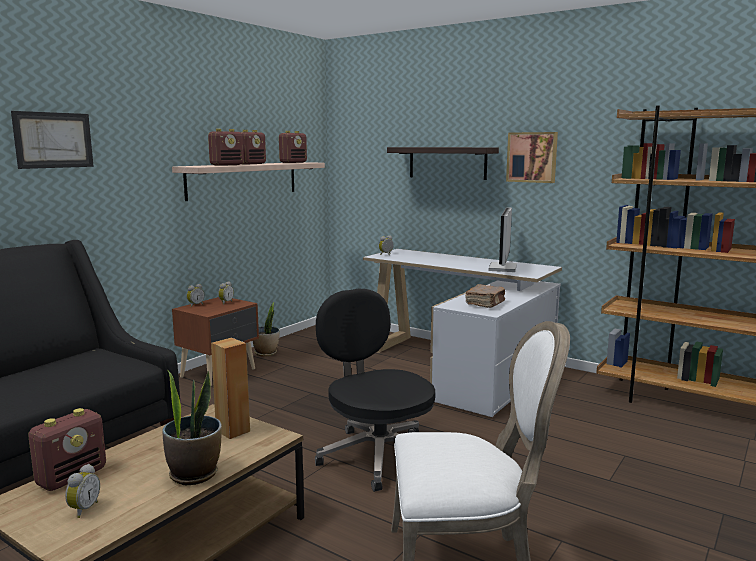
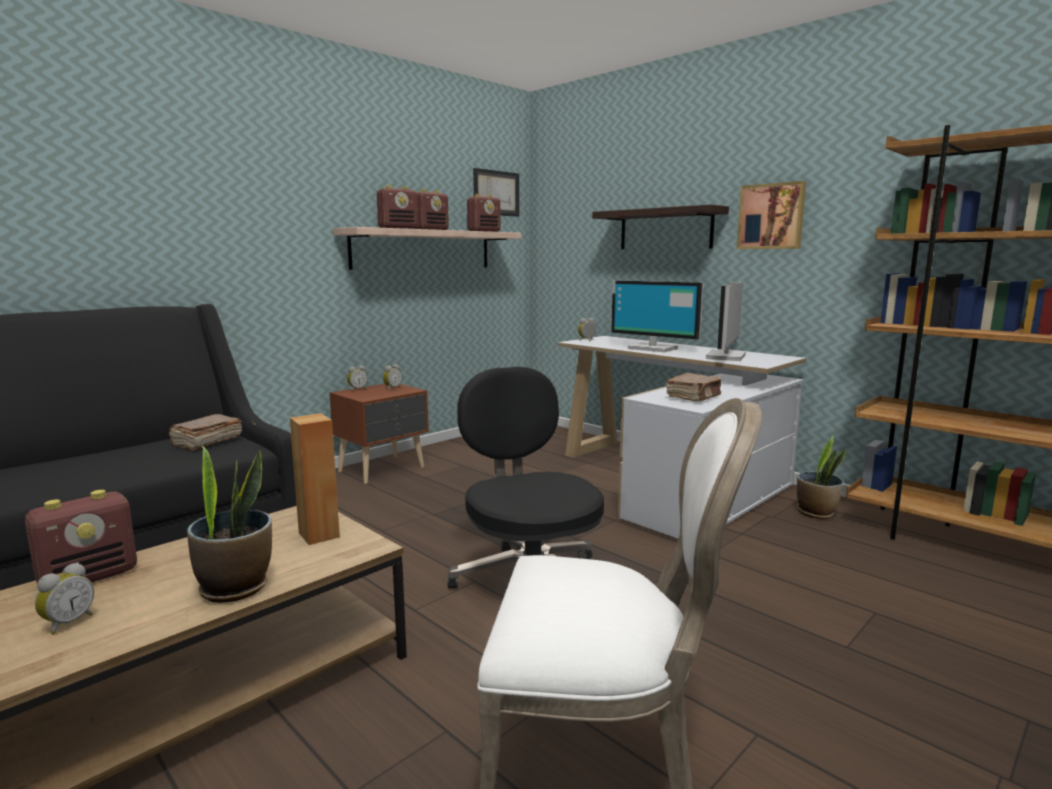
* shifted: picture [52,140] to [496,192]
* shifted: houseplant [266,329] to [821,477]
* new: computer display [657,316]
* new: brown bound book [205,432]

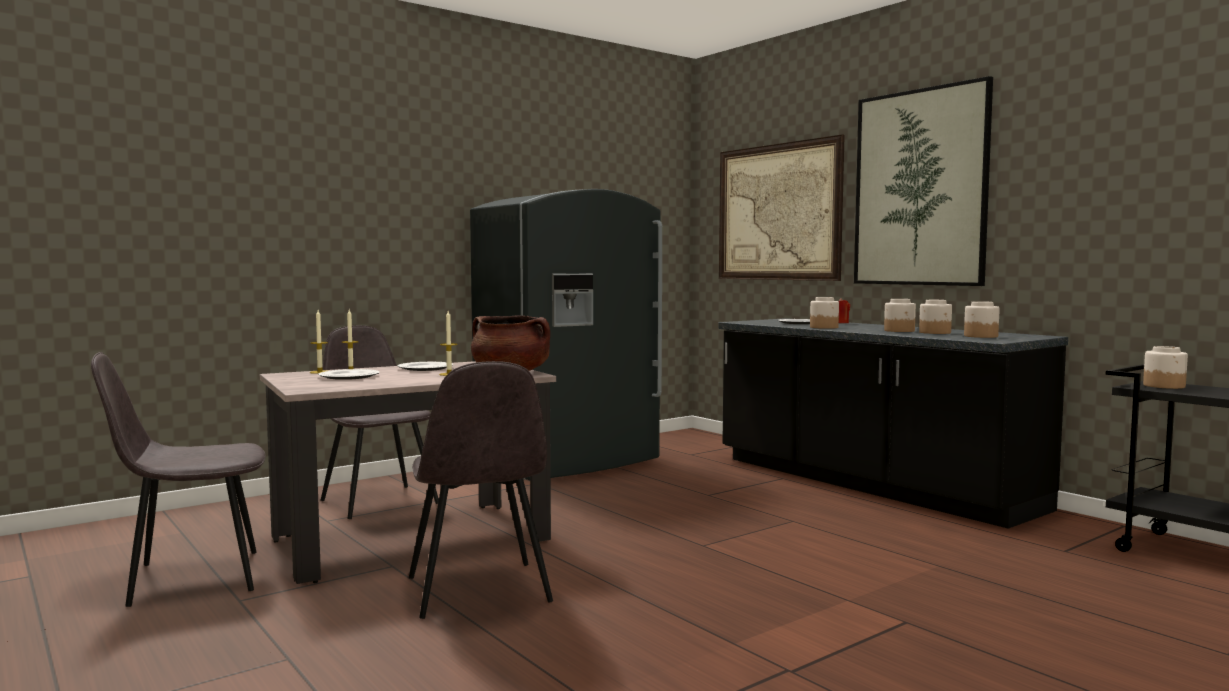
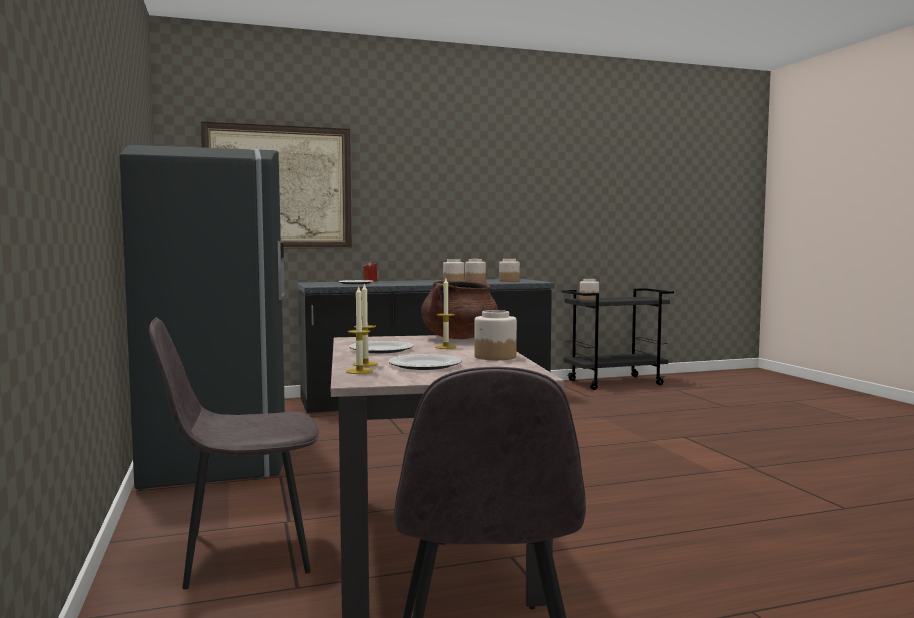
* gone: picture [923,181]
* shifted: storage jar [824,313] to [495,335]
* gone: grey plain chair [481,490]

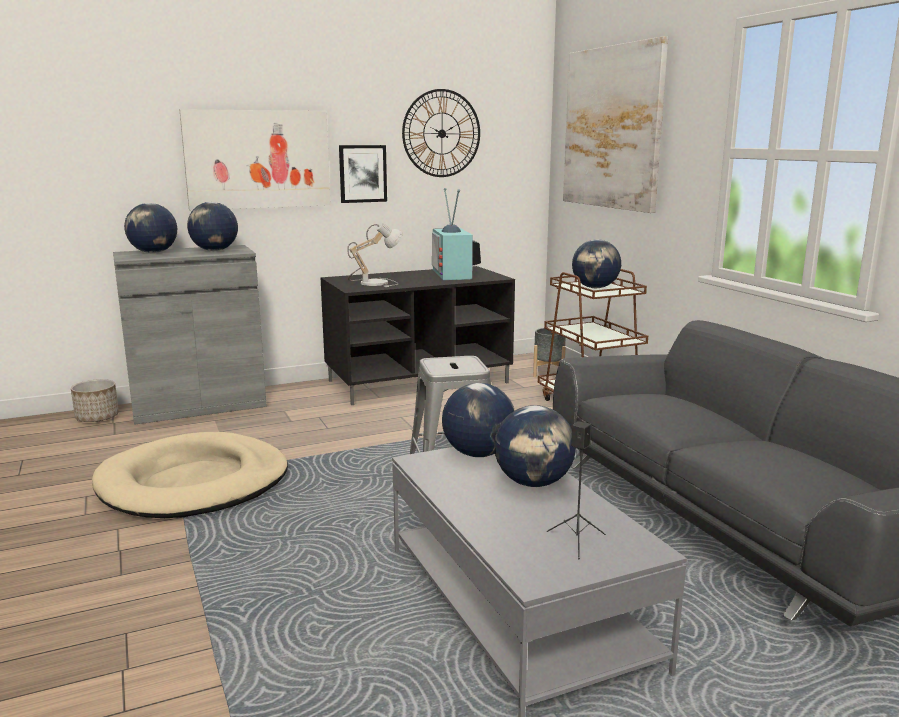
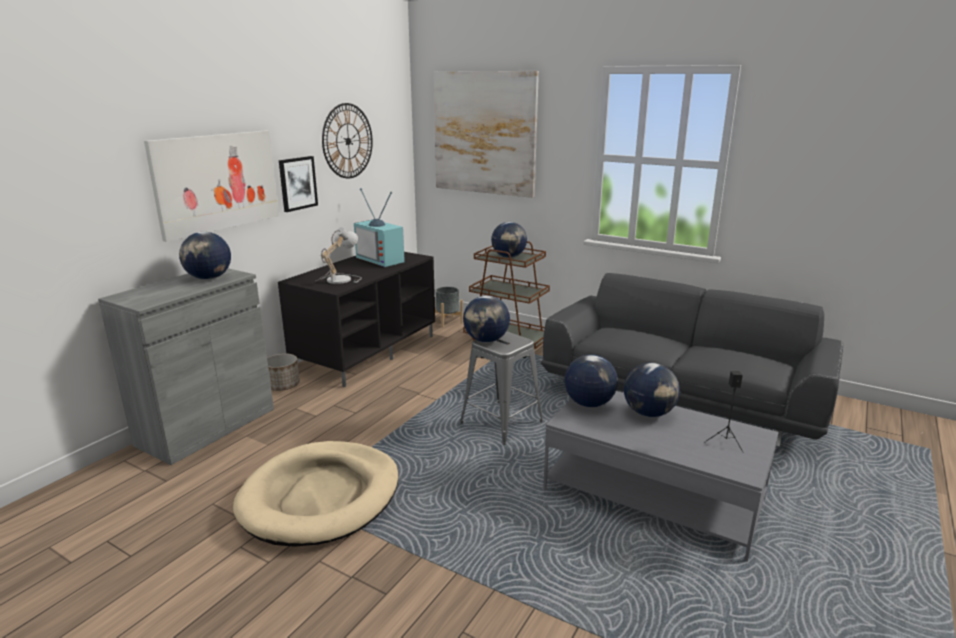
* shifted: world globe [150,228] to [486,318]
* shifted: planter [95,400] to [283,372]

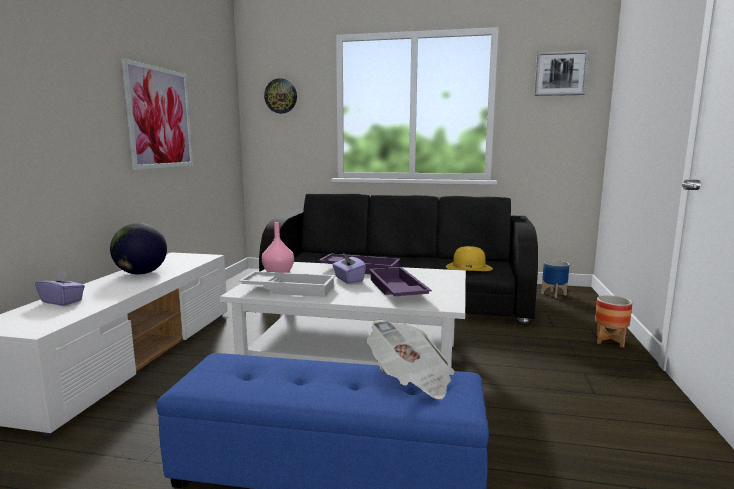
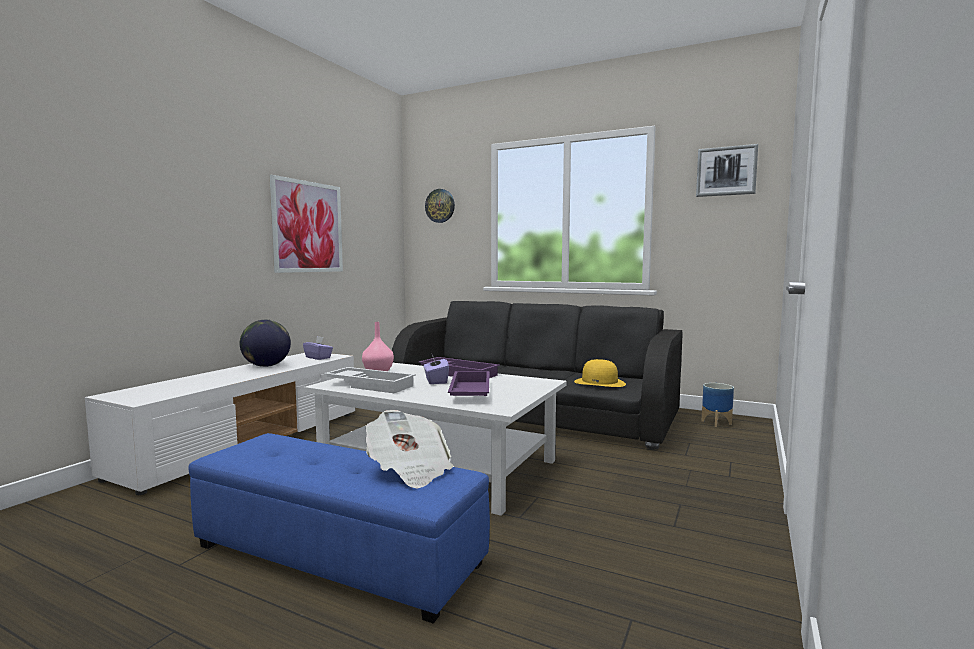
* shifted: purple-coloured box of tissues [60,288] to [318,348]
* gone: planter [613,321]

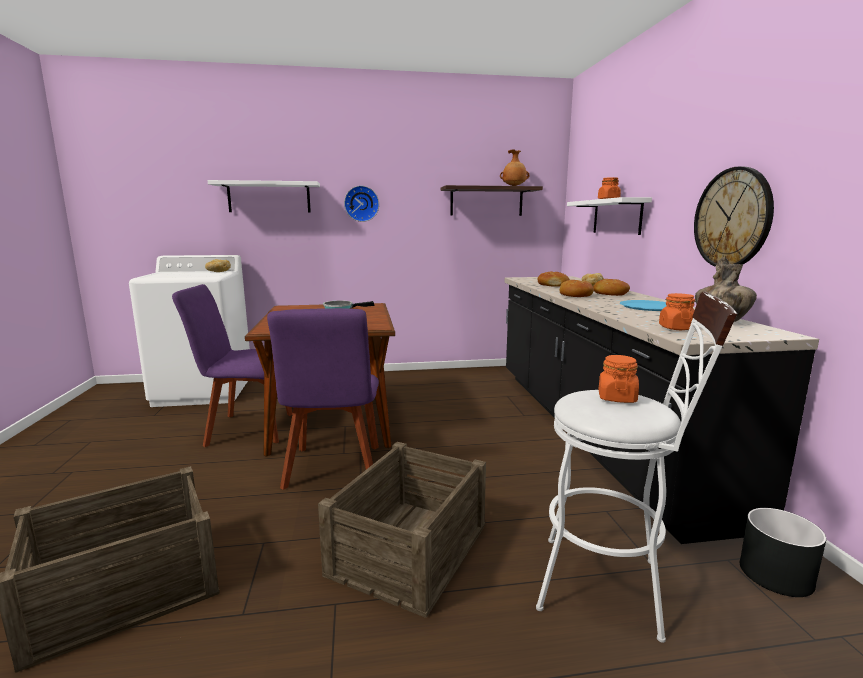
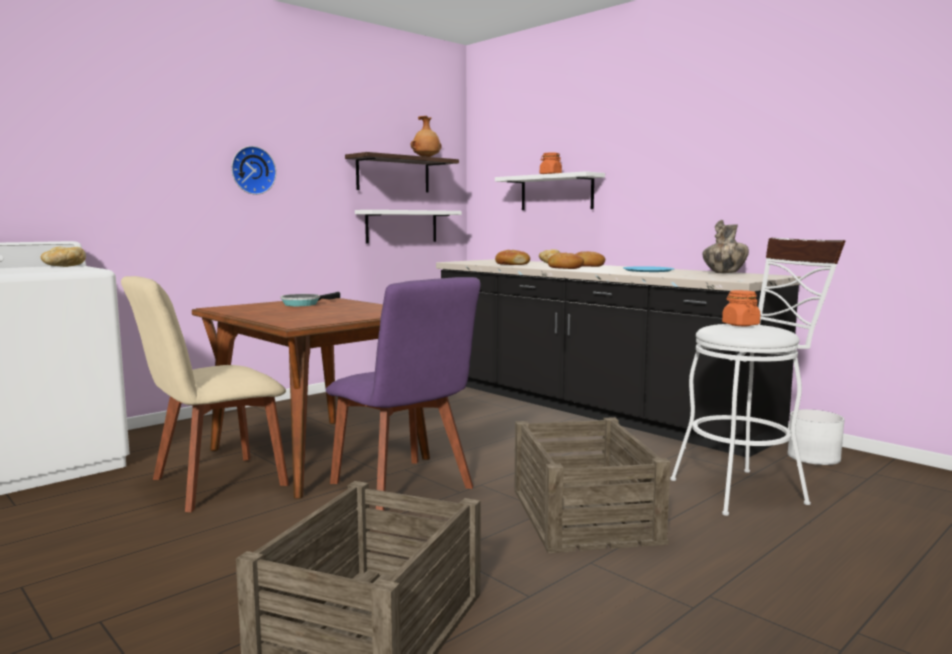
* gone: wall clock [734,217]
* shifted: white bracket shelf [264,196] to [408,227]
* repainted: purple-coloured plain chair [232,365] to beige-coloured plain chair [205,394]
* gone: orange storage jar [677,311]
* repainted: black-coloured planter [783,552] to white planter [816,437]

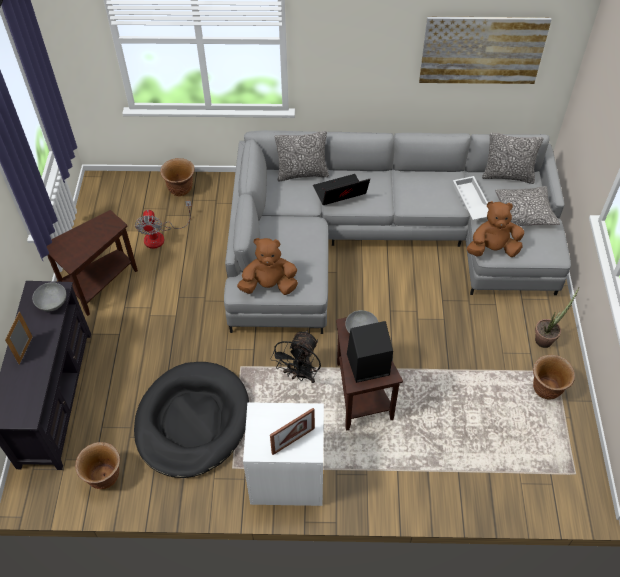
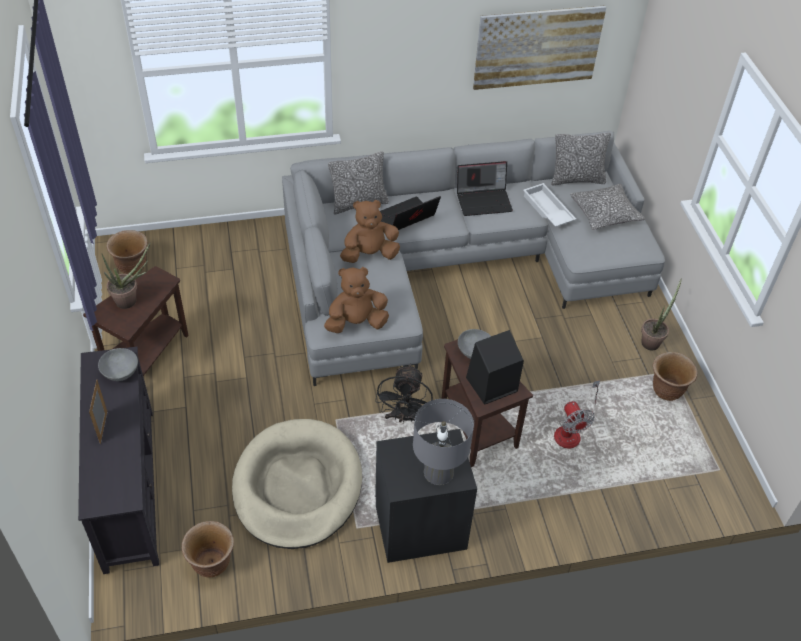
* shifted: brown planter [177,177] to [126,252]
* shifted: cooling fan [163,225] to [577,414]
* shifted: brown soft toy [495,229] to [370,231]
* repainted: black-coloured dog bed [191,420] to beige-coloured dog bed [297,484]
* repainted: white bedside table [283,454] to black-coloured bedside table [426,496]
* swapped: picture frame [292,431] to grey lamp for a table [443,442]
* new: laptop [485,188]
* new: houseplant [126,276]

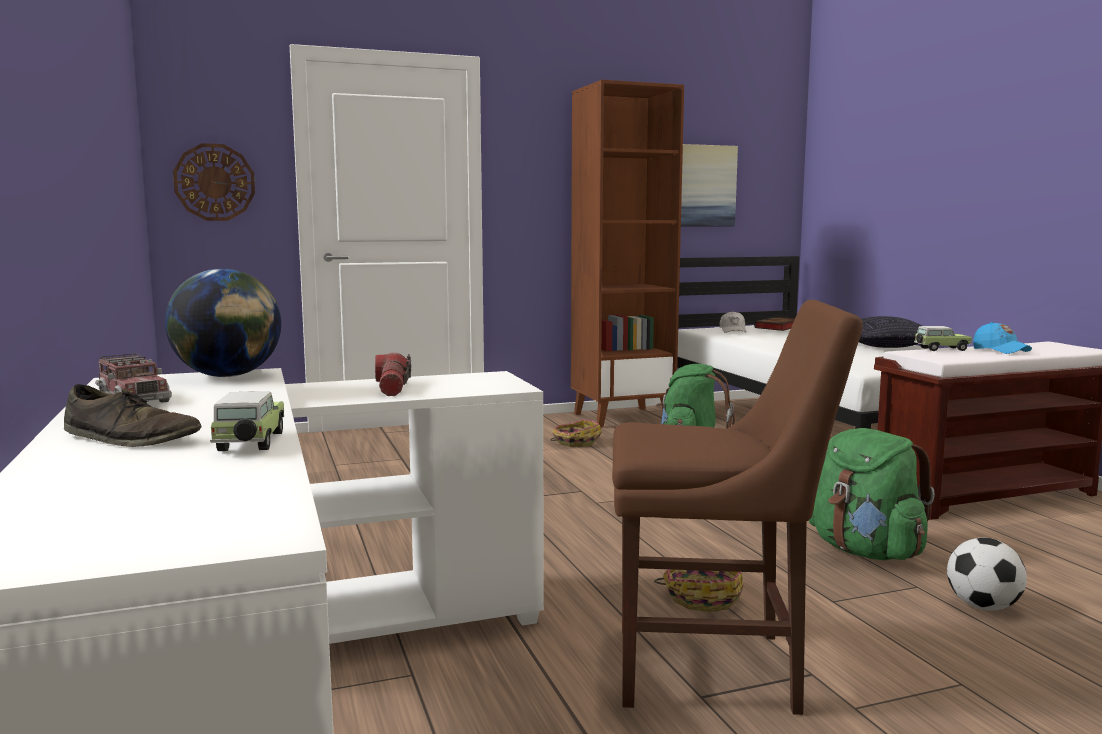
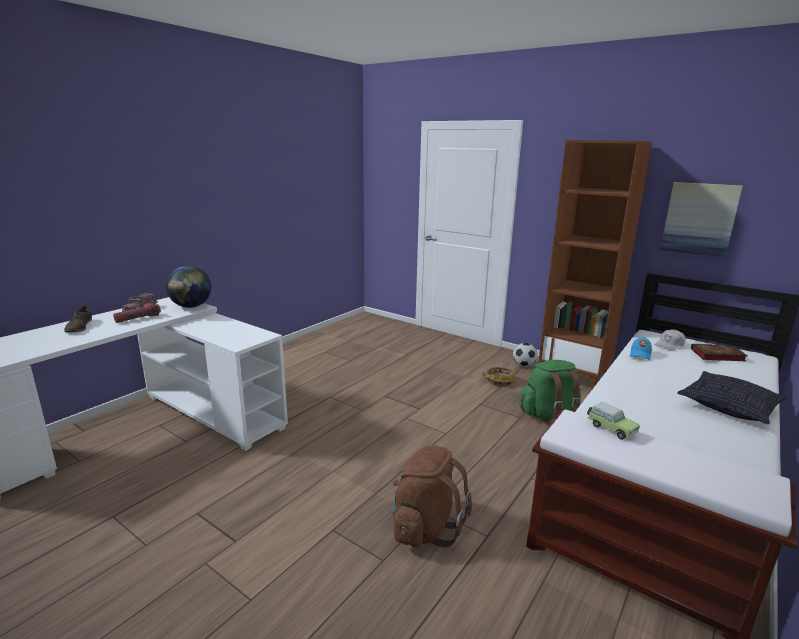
* gone: wall clock [214,182]
* gone: brown plain chair [737,507]
* shifted: bluish cap [1002,338] to [641,348]
* shifted: hand torch [393,374] to [137,313]
* gone: toy car [247,421]
* repainted: green-coloured backpack [871,494] to brown backpack [432,496]
* shifted: football [987,574] to [525,355]
* gone: basket [698,590]

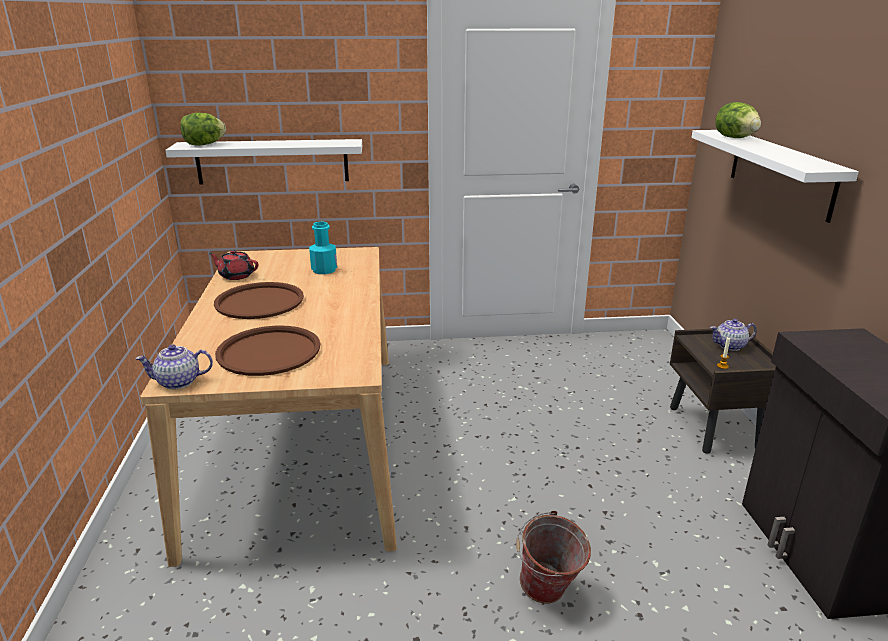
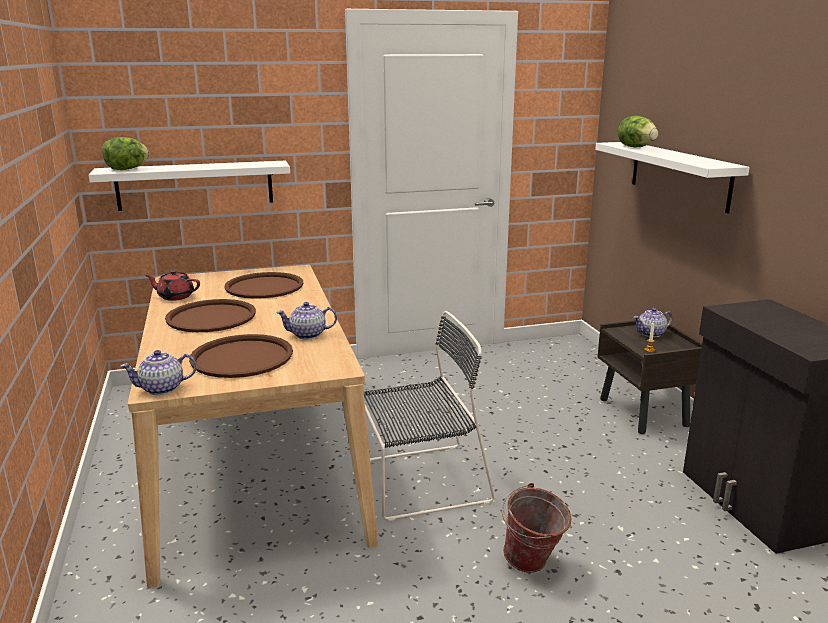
* swapped: turquoise-coloured bottle [323,248] to brown tray [263,285]
* new: tea pot [306,321]
* new: black-coloured plain chair [429,416]

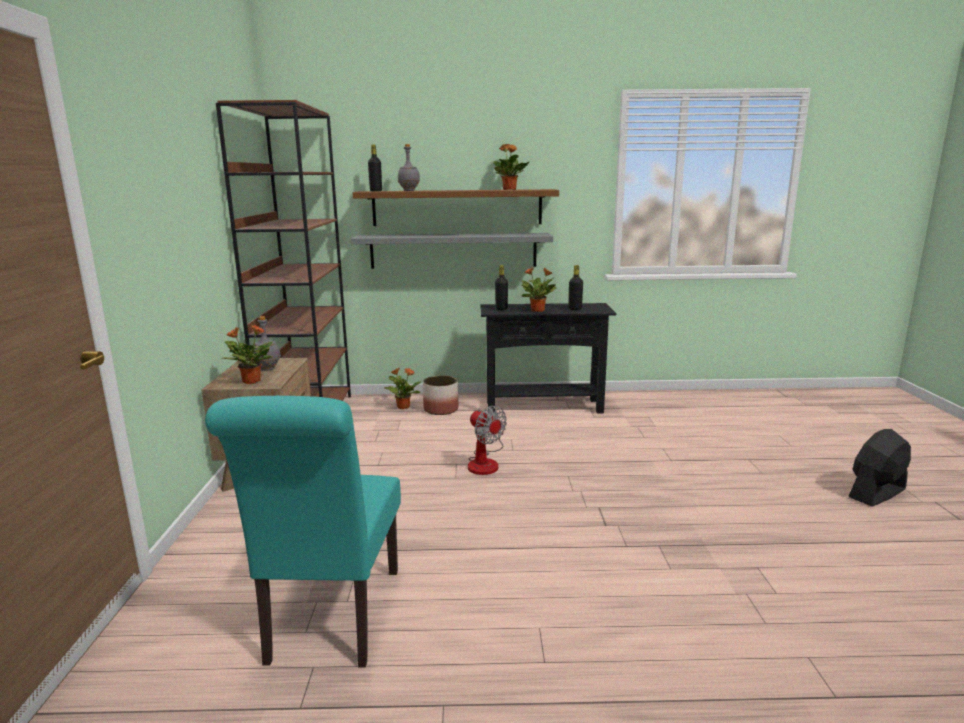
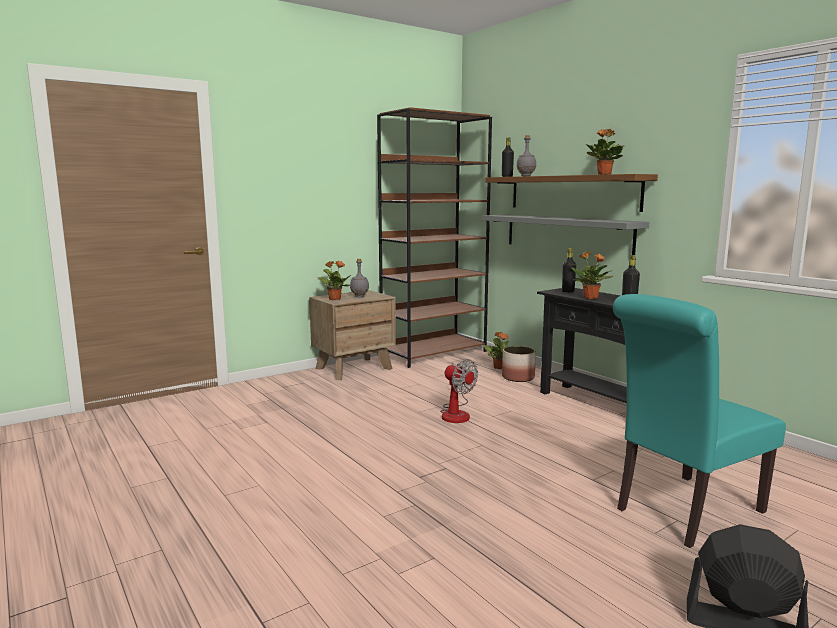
* shifted: turquoise-coloured plain chair [303,532] to [699,421]
* rotated: cooling fan [487,440] = [459,391] 60 degrees counterclockwise

